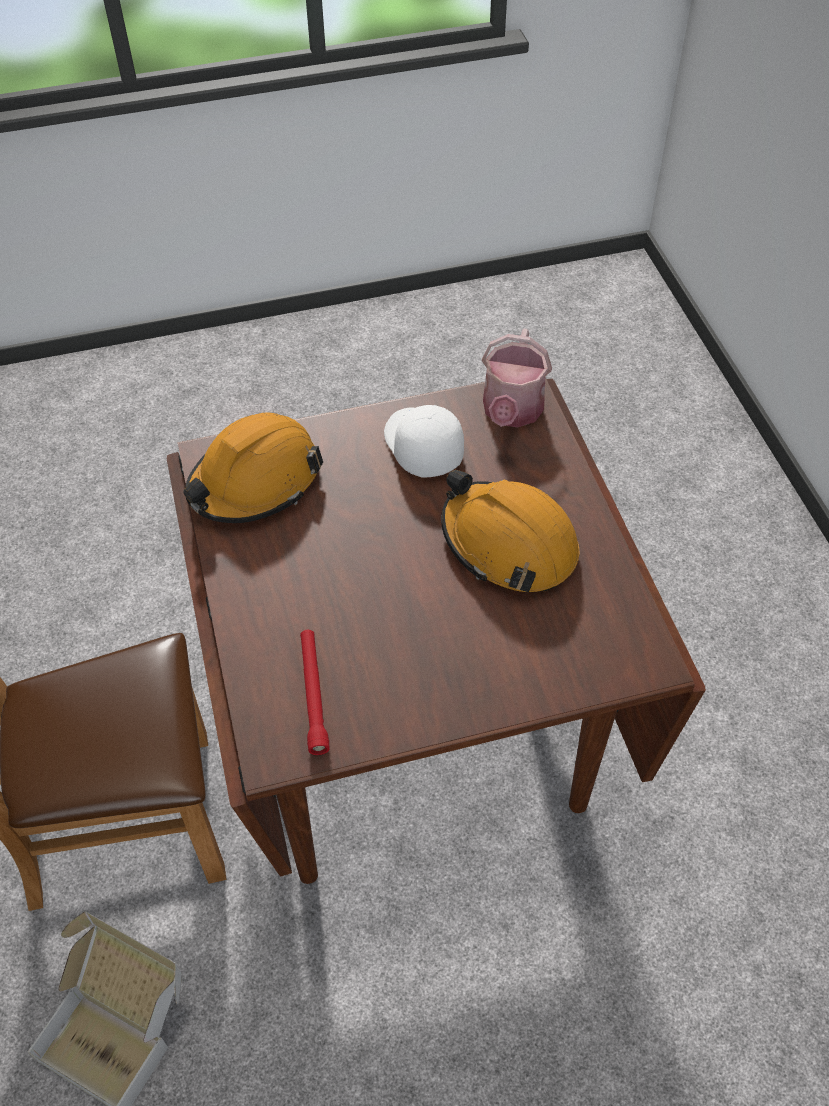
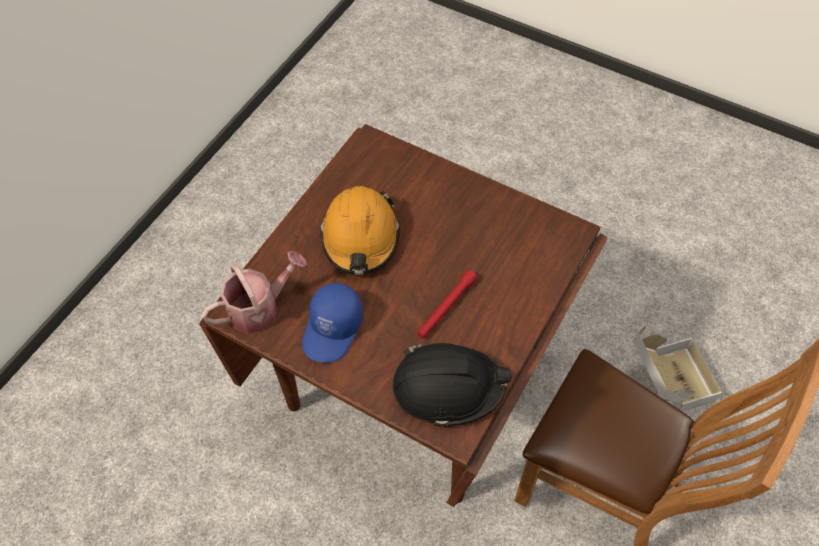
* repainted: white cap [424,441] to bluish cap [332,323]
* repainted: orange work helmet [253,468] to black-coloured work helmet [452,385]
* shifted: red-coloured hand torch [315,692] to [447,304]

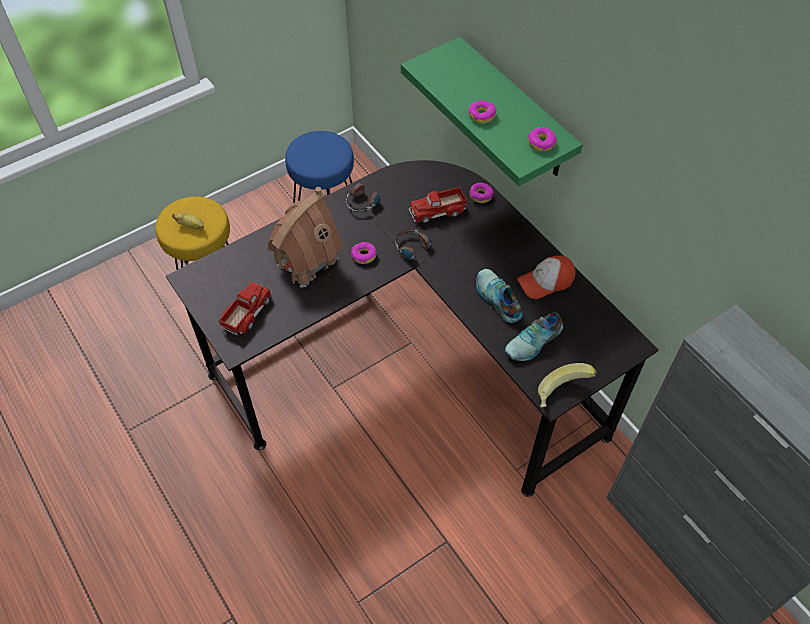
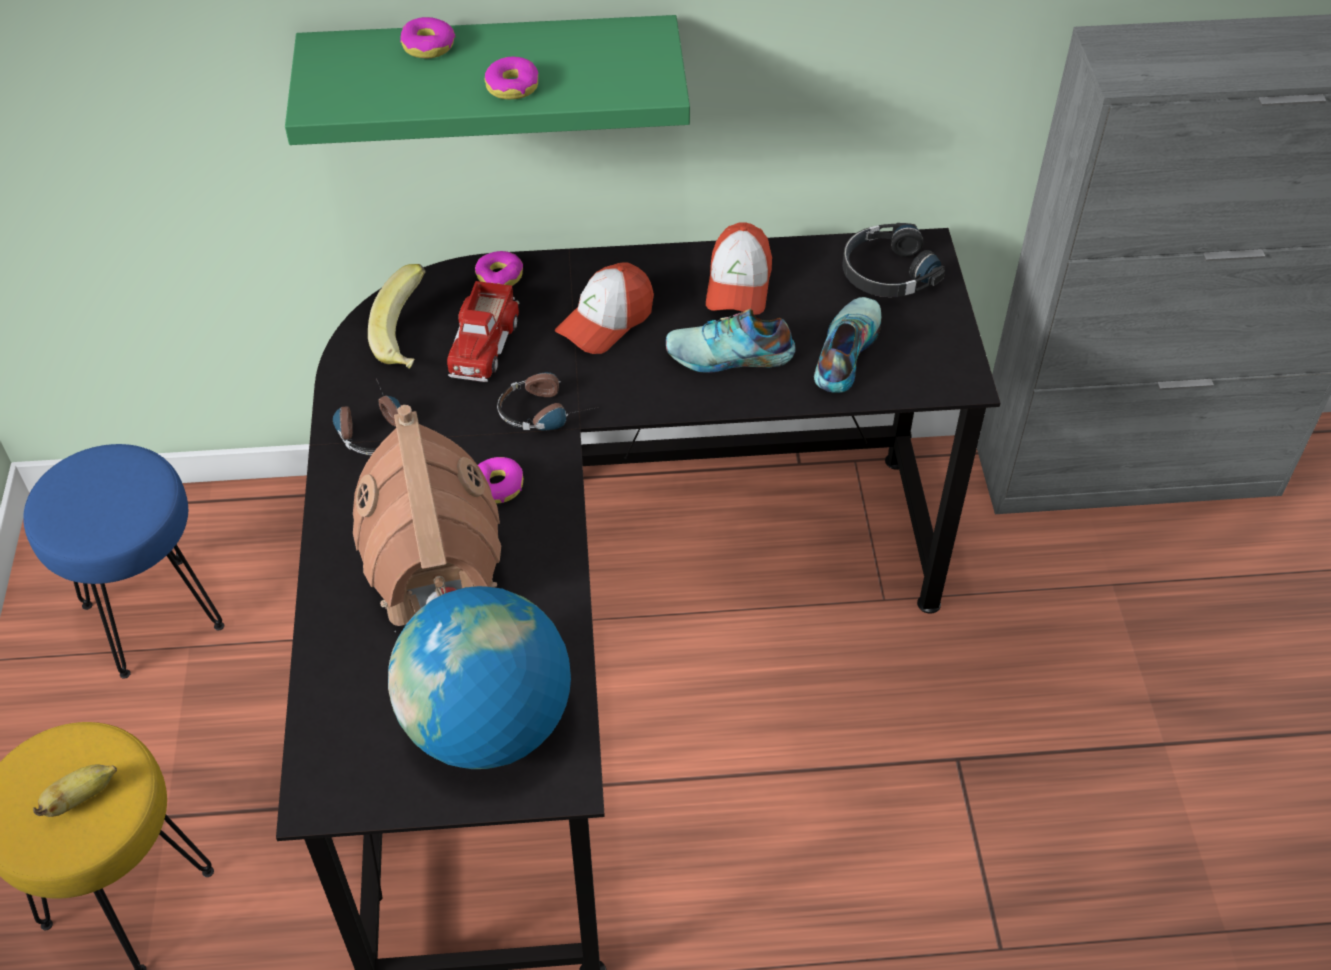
* shifted: ring doughnut [542,139] to [428,37]
* swapped: model truck [245,308] to world globe [479,677]
* rotated: low shoe [534,336] = [847,345] 150 degrees counterclockwise
* shifted: banana [567,385] to [397,316]
* new: black-coloured headphones [893,260]
* new: cap [604,308]

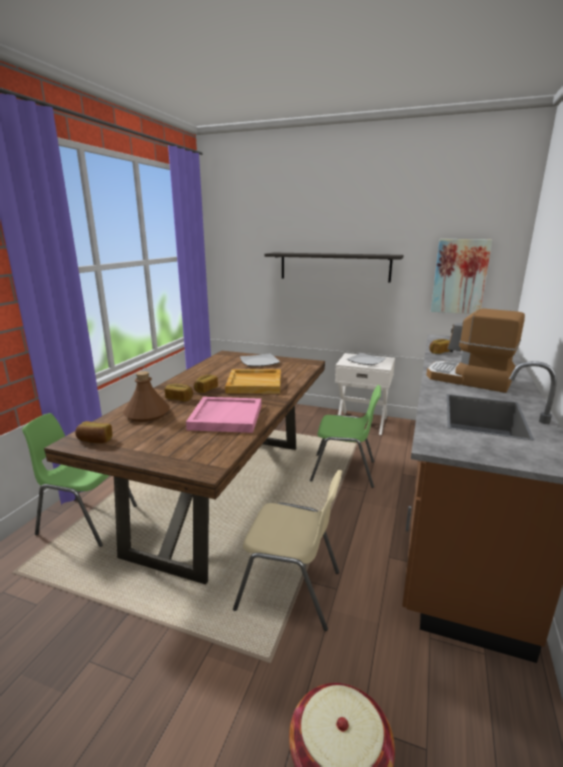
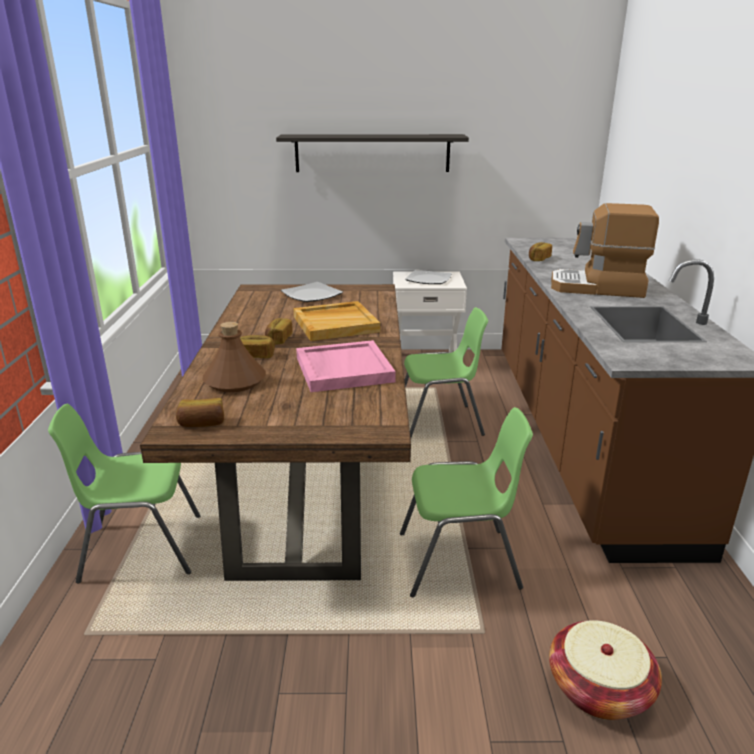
* gone: picture [461,276]
* repainted: beige-coloured plain chair [287,550] to green-coloured plain chair [466,502]

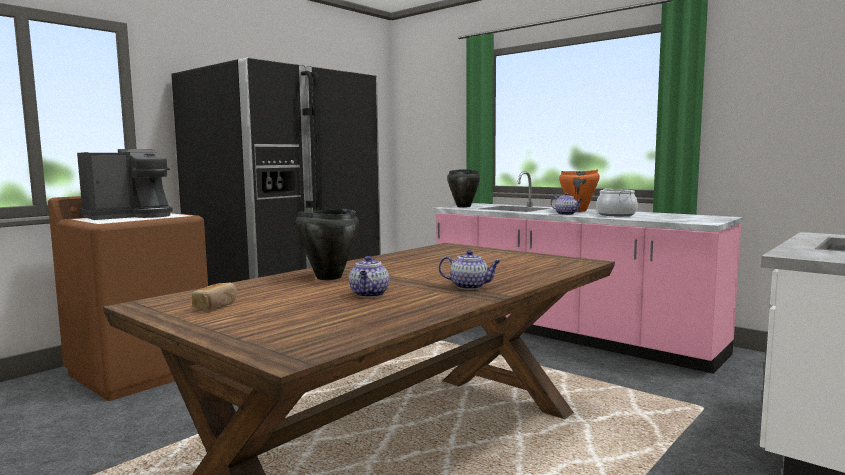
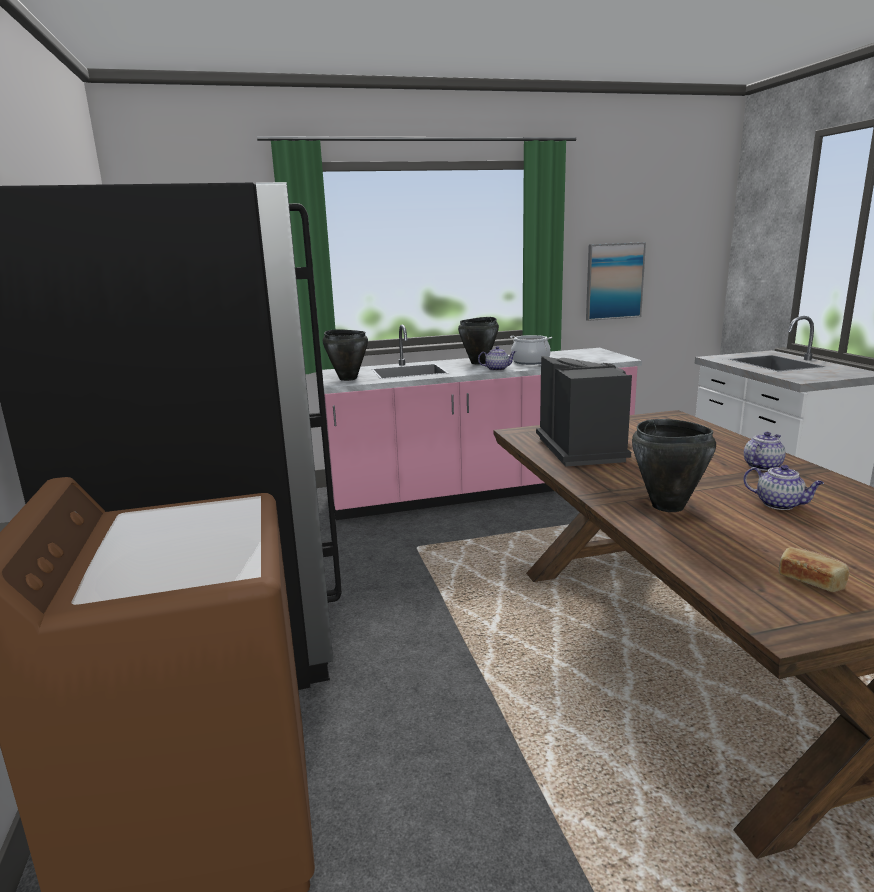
* shifted: coffee maker [125,184] to [584,411]
* repainted: orange stockpot [579,191] to black-coloured stockpot [478,340]
* new: picture [616,281]

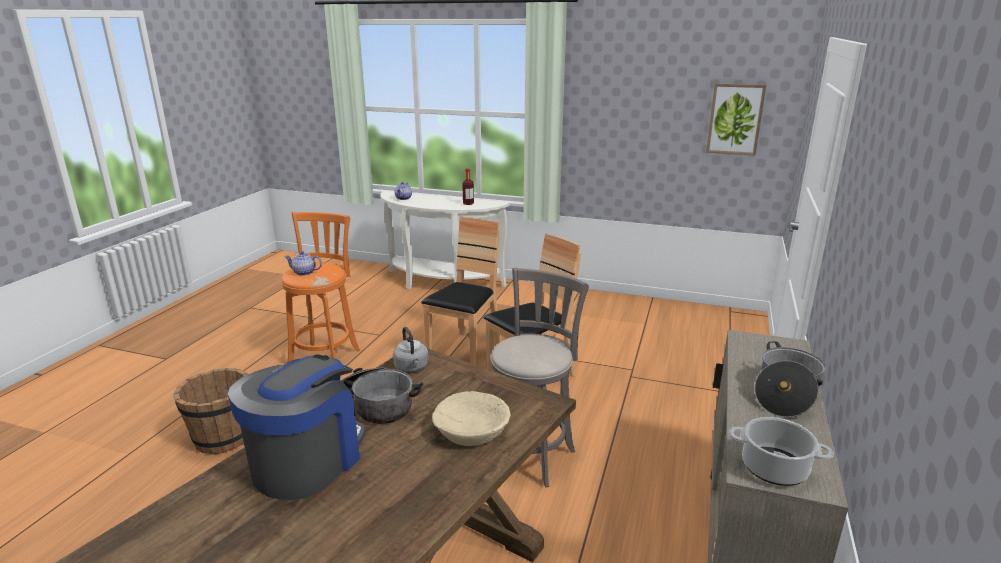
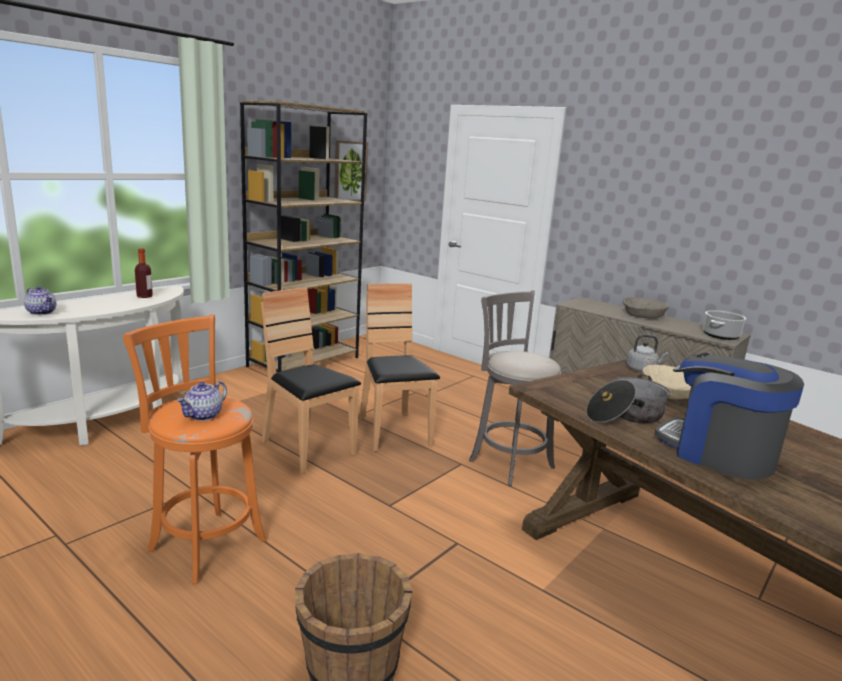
* shifted: grey kettle [411,349] to [647,353]
* swapped: stockpot [790,379] to beige-coloured deep dish [646,308]
* new: brown bookshelf [303,237]

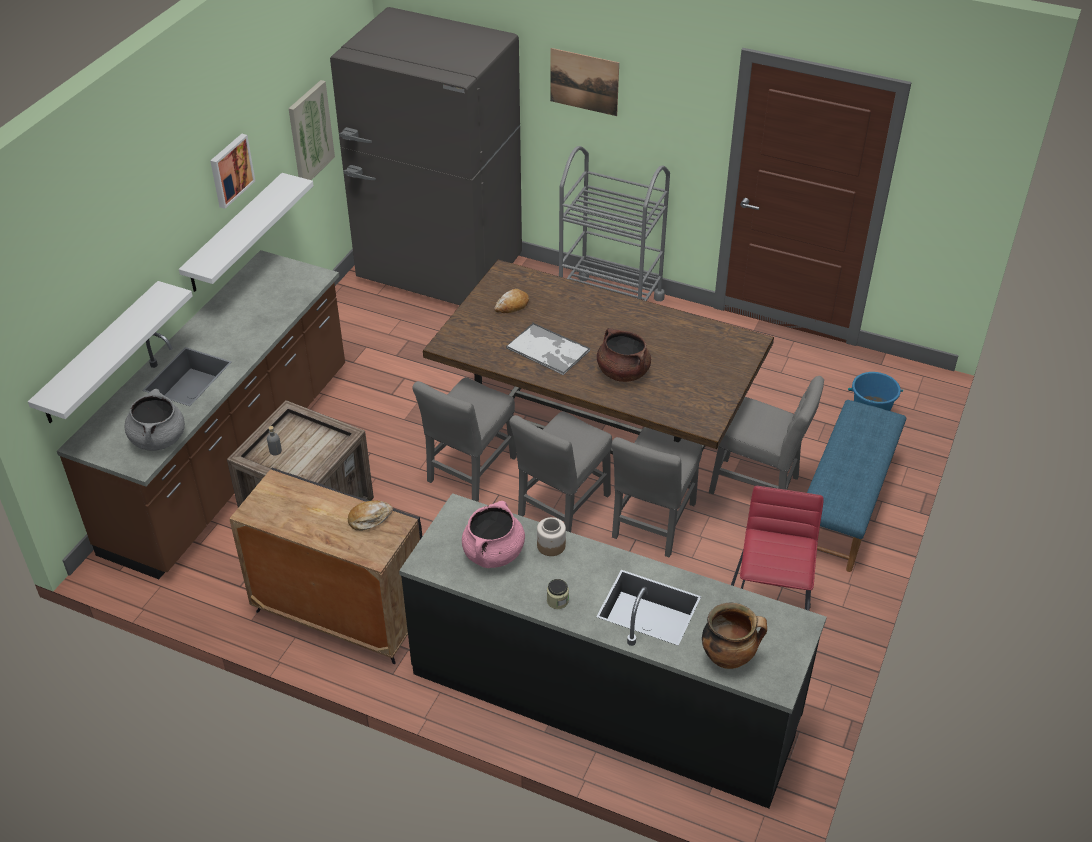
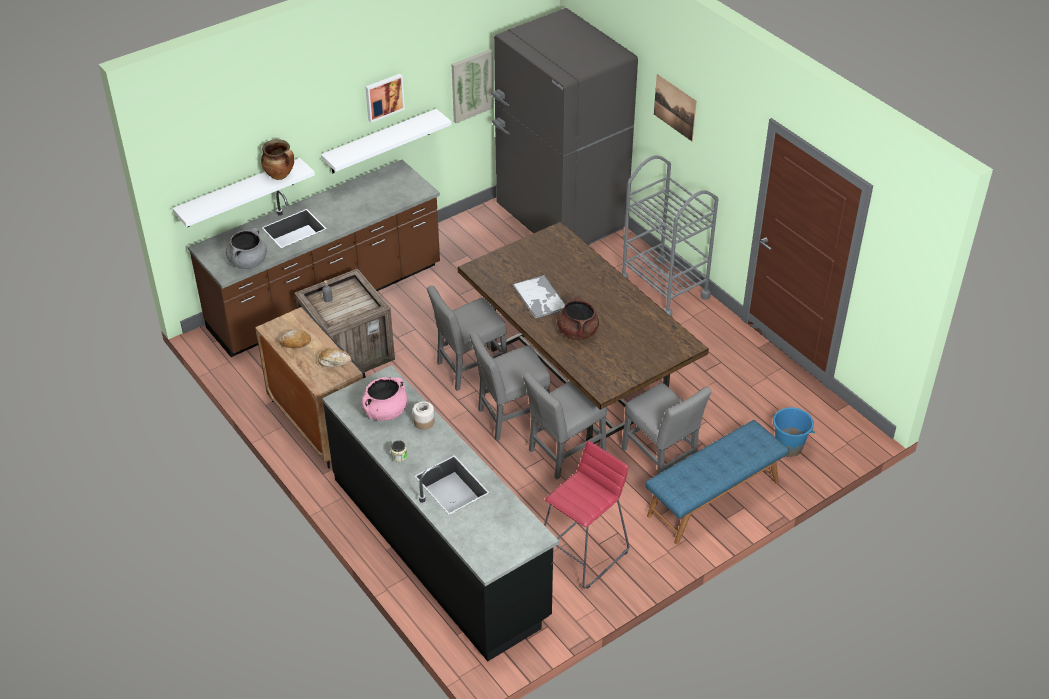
* shifted: baked bread [511,301] to [294,339]
* shifted: stockpot [734,636] to [277,159]

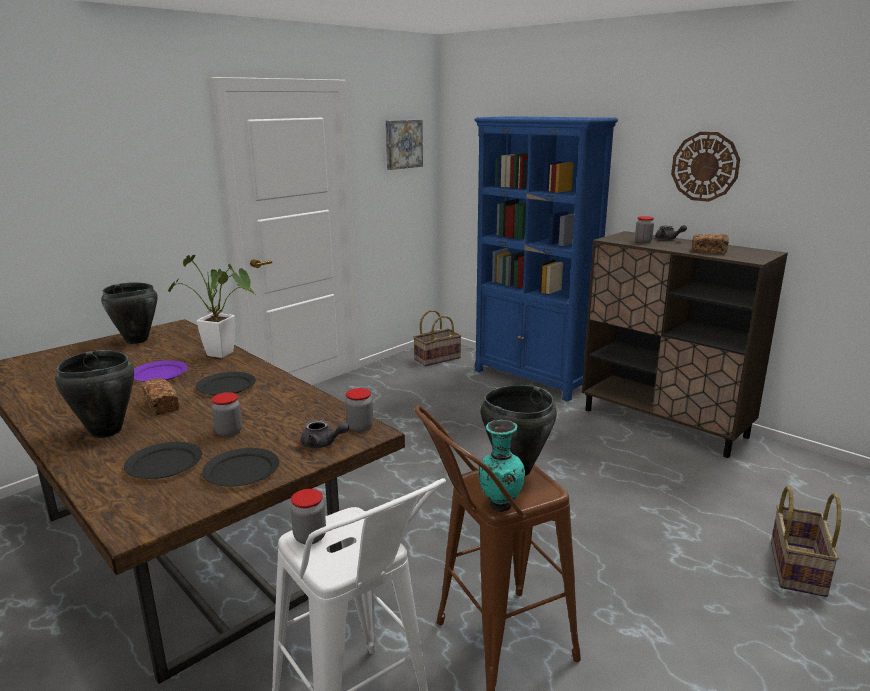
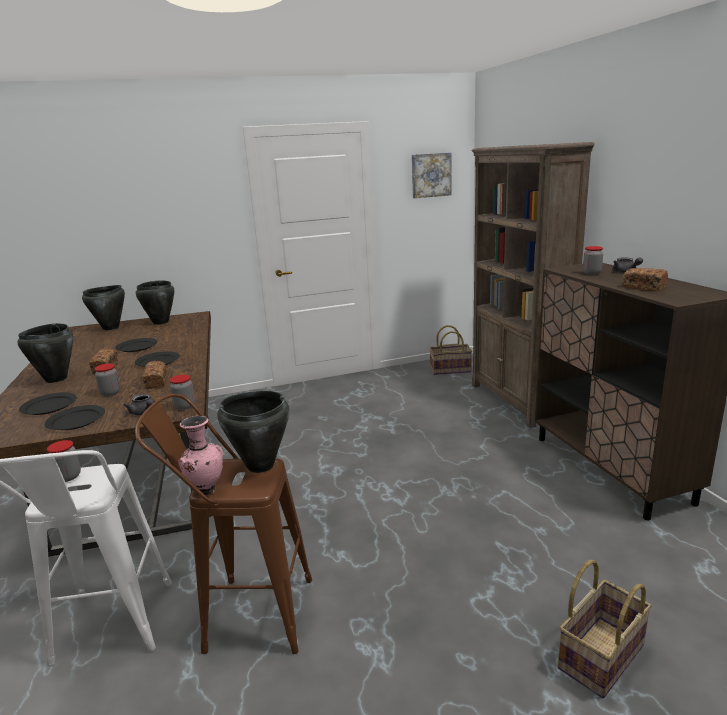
* repainted: bluish bookshelf [546,259] to brown bookshelf [533,285]
* gone: wall clock [705,167]
* gone: houseplant [211,306]
* repainted: purple-coloured dinner plate [161,371] to black-coloured dinner plate [136,345]
* repainted: turquoise-coloured flower vase [501,466] to pink-coloured flower vase [201,456]
* new: black-coloured stockpot [103,307]
* new: baked bread [155,375]

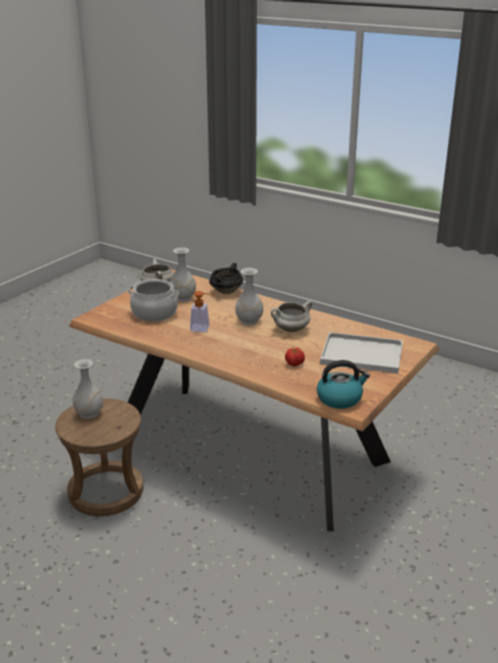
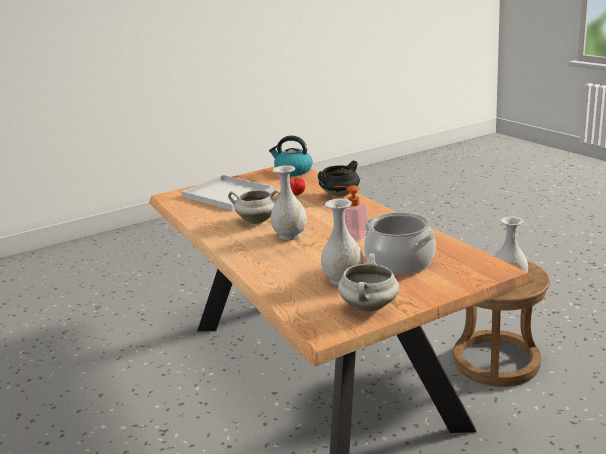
* shifted: black-coloured stockpot [226,278] to [339,178]

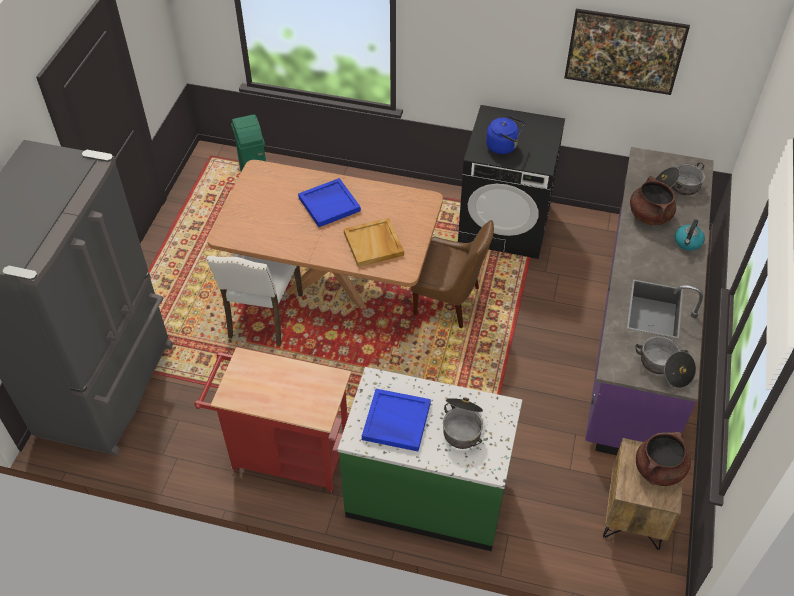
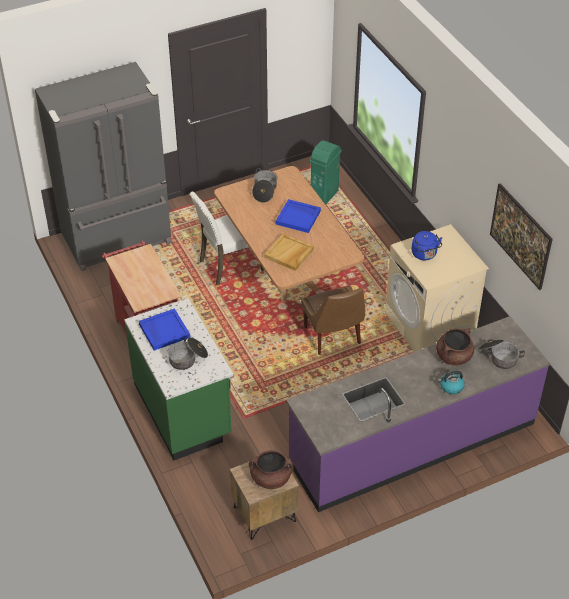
* repainted: black-coloured washing machine [511,182] to beige-coloured washing machine [437,288]
* shifted: stockpot [665,361] to [264,185]

